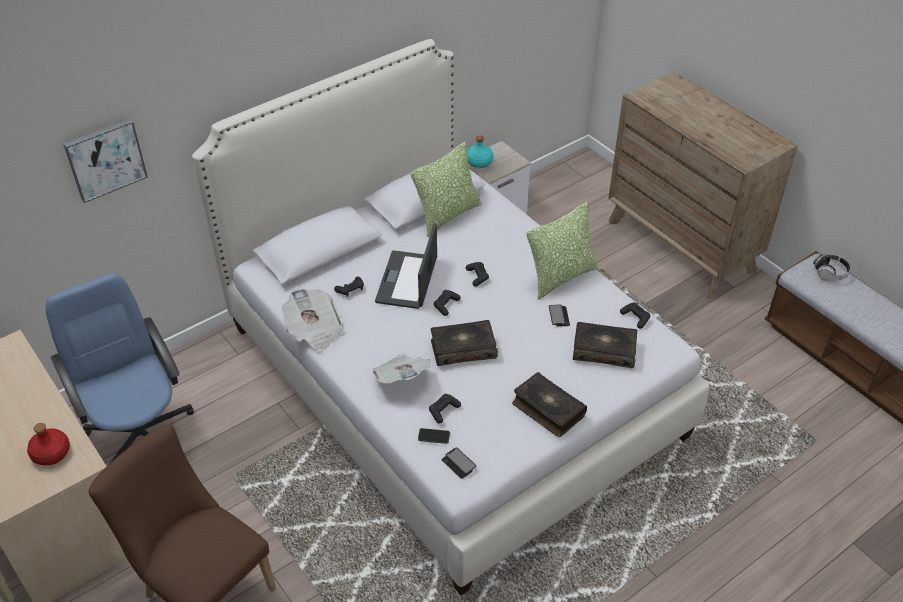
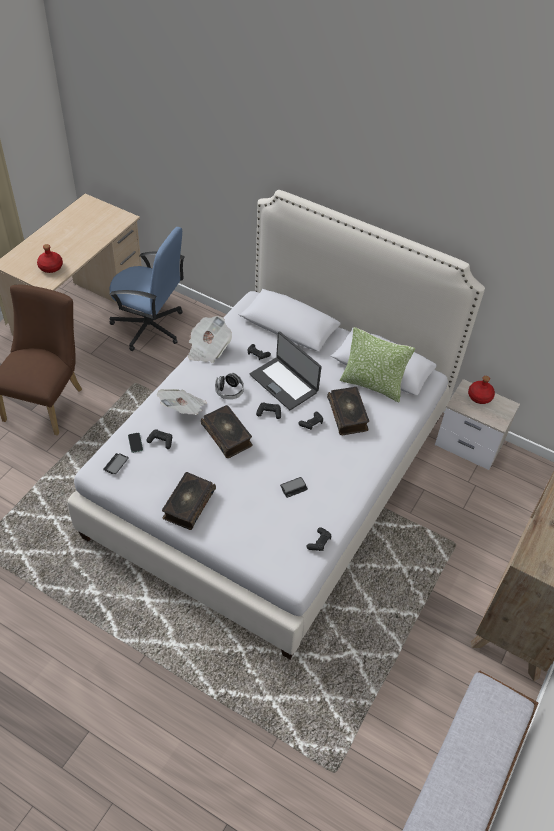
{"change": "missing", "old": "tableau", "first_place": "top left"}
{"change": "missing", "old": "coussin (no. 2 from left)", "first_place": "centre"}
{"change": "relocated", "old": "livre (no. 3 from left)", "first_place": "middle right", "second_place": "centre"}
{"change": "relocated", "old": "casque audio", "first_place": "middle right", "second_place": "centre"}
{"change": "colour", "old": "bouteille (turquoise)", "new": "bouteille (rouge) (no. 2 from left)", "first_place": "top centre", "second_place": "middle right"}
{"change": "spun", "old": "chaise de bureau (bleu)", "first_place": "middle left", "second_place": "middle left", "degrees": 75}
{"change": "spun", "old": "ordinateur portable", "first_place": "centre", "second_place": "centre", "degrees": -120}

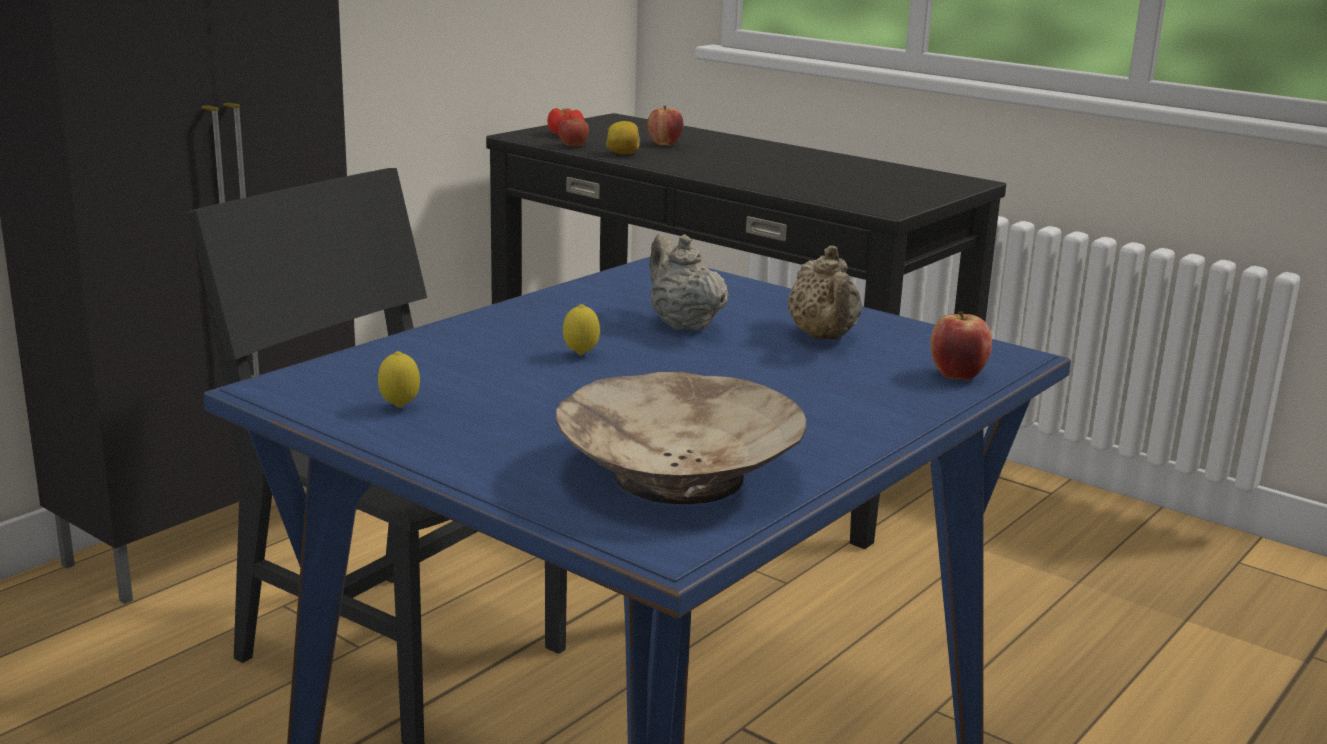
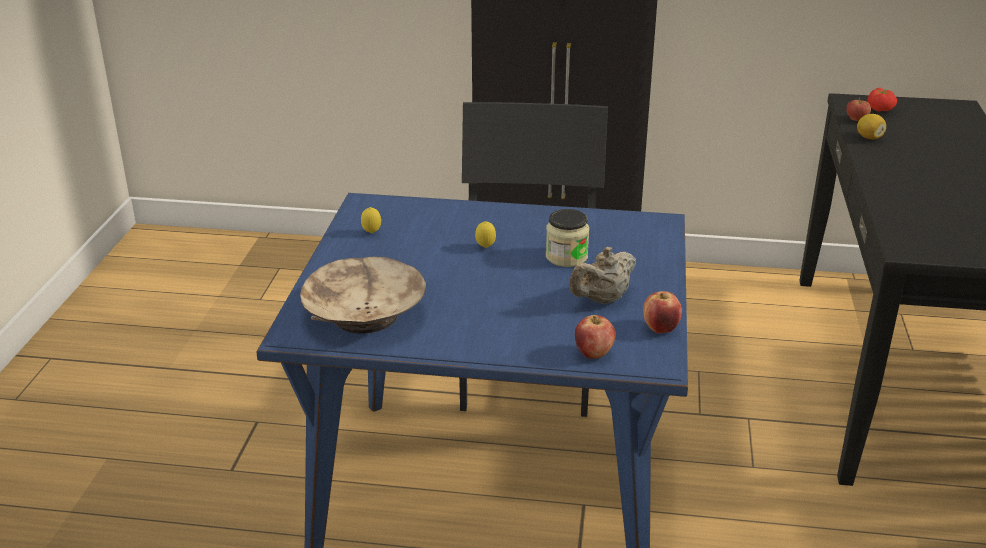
{"change": "relocated", "old": "pomme (no. 2 from left)", "first_place": "top centre", "second_place": "middle right"}
{"change": "exchanged", "old": "théière (beige) (no. 1 from left)", "new": "bocal", "first_place": "centre", "second_place": "centre"}

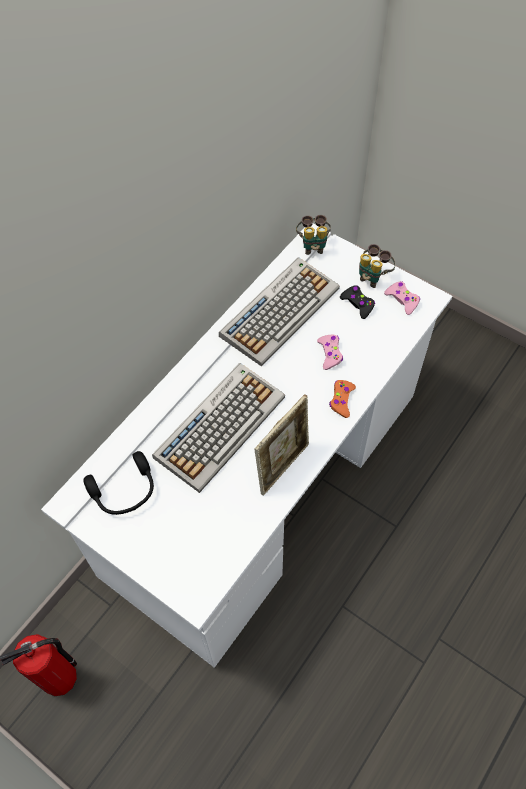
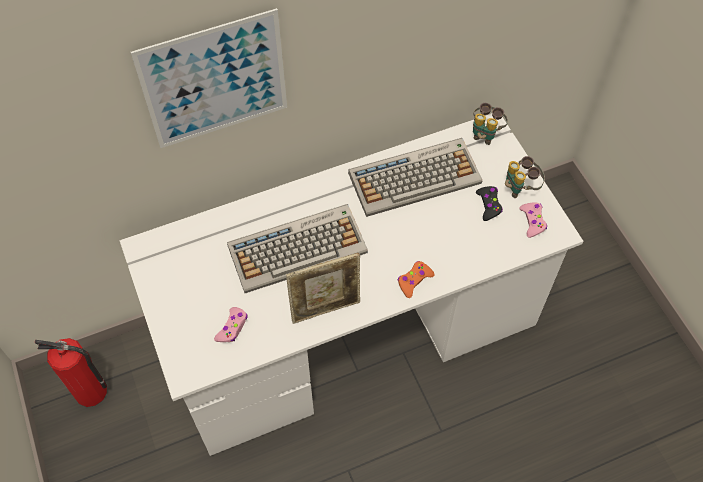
{"change": "missing", "old": "casque audio (noir)", "first_place": "middle left"}
{"change": "appeared", "new": "tableau", "second_place": "top left"}
{"change": "relocated", "old": "manette (rose) (no. 1 from left)", "first_place": "centre", "second_place": "bottom left"}

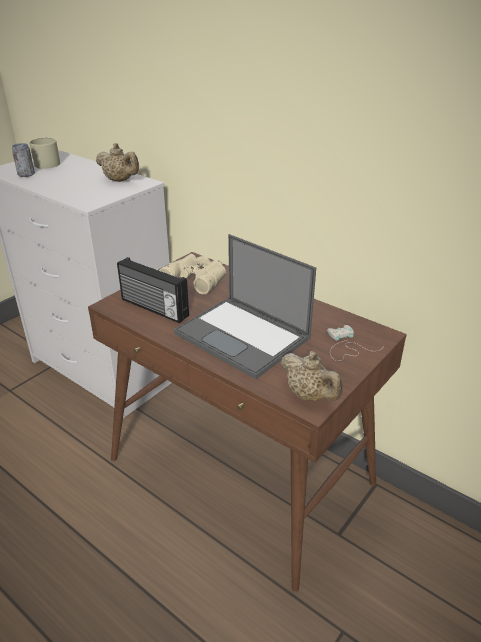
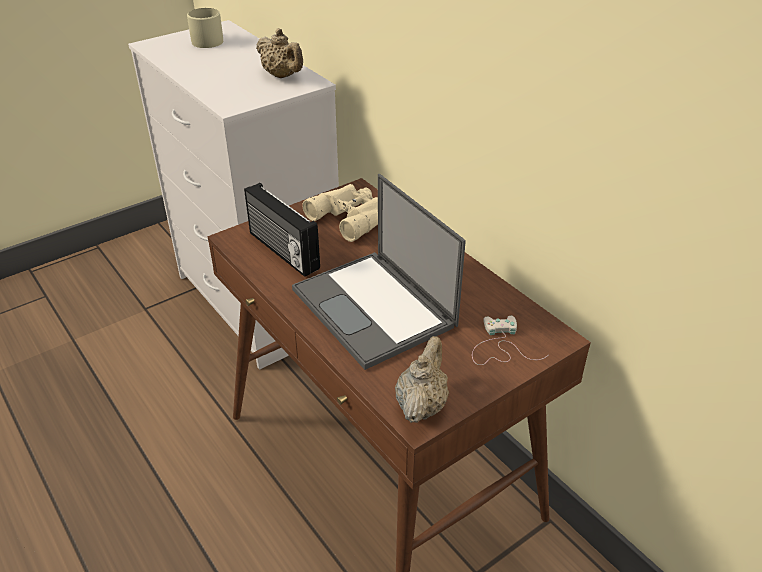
{"change": "missing", "old": "boîte métallique", "first_place": "top left"}
{"change": "spun", "old": "théière (beige) (no. 2 from left)", "first_place": "centre", "second_place": "centre", "degrees": -135}

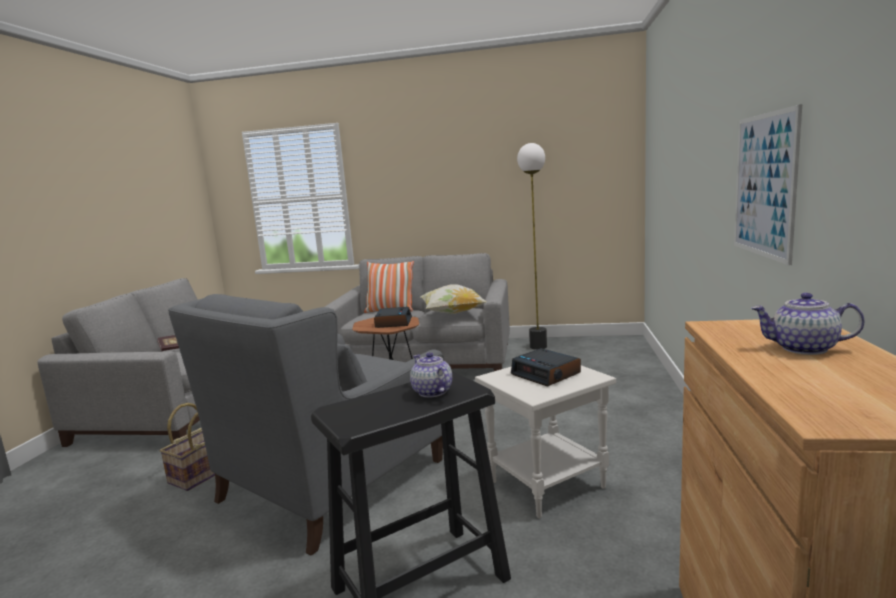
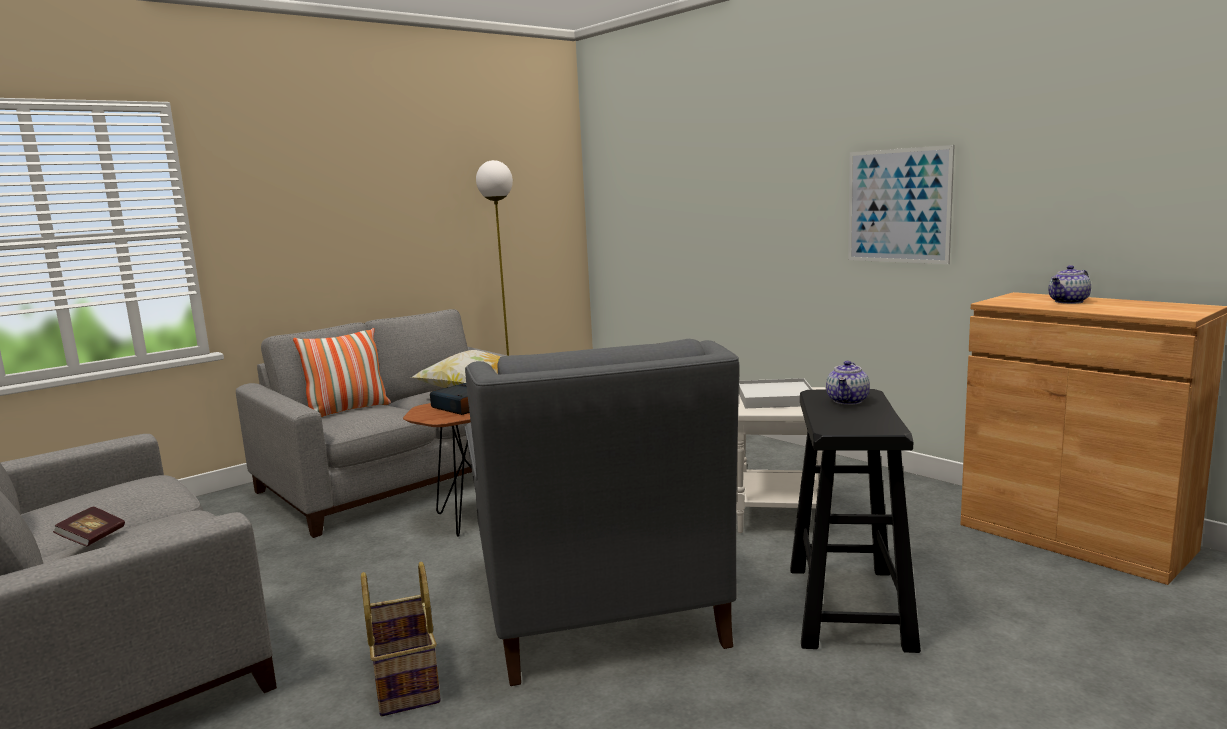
{"change": "exchanged", "old": "réveil (no. 2 from left)", "new": "plateau (blanc)", "first_place": "centre", "second_place": "centre"}
{"change": "spun", "old": "théière (no. 1 from left)", "first_place": "centre", "second_place": "middle right", "degrees": -75}

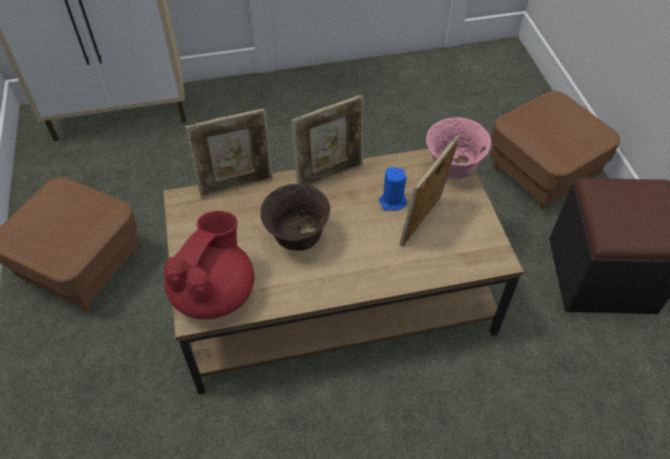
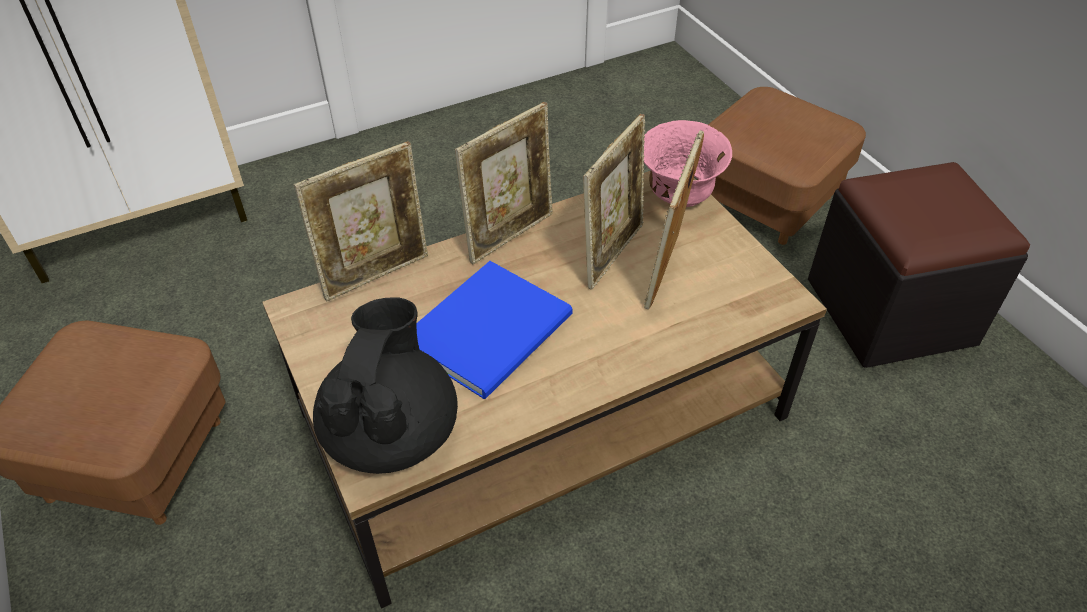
{"change": "exchanged", "old": "bol (marron)", "new": "livre (bleu)", "first_place": "centre", "second_place": "centre"}
{"change": "exchanged", "old": "bougie (bleu)", "new": "cadre photo (no. 3 from left)", "first_place": "centre", "second_place": "top centre"}
{"change": "colour", "old": "théière (rouge)", "new": "théière (noir)", "first_place": "middle left", "second_place": "centre"}

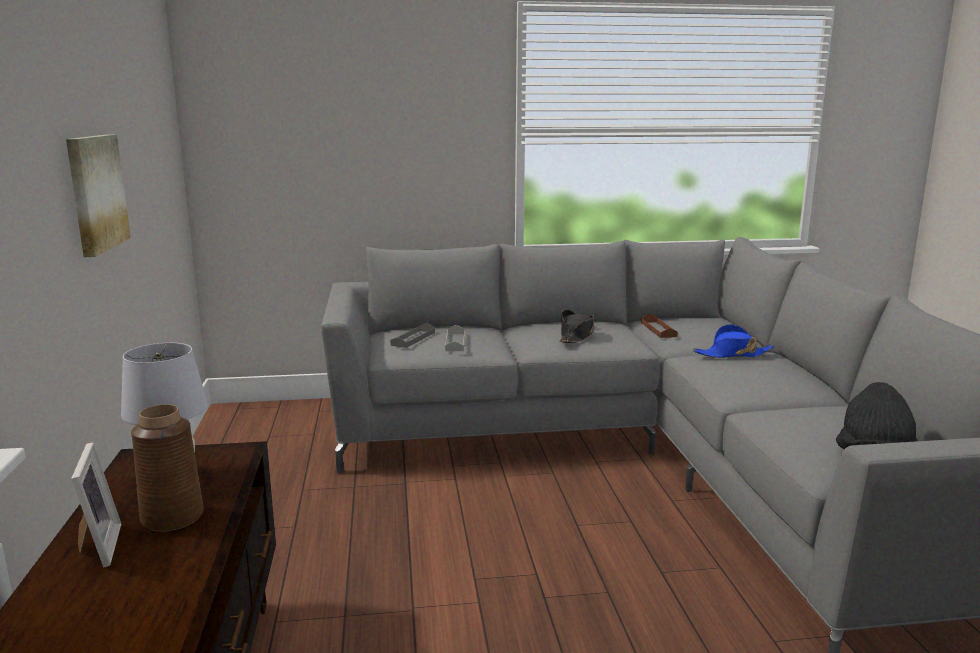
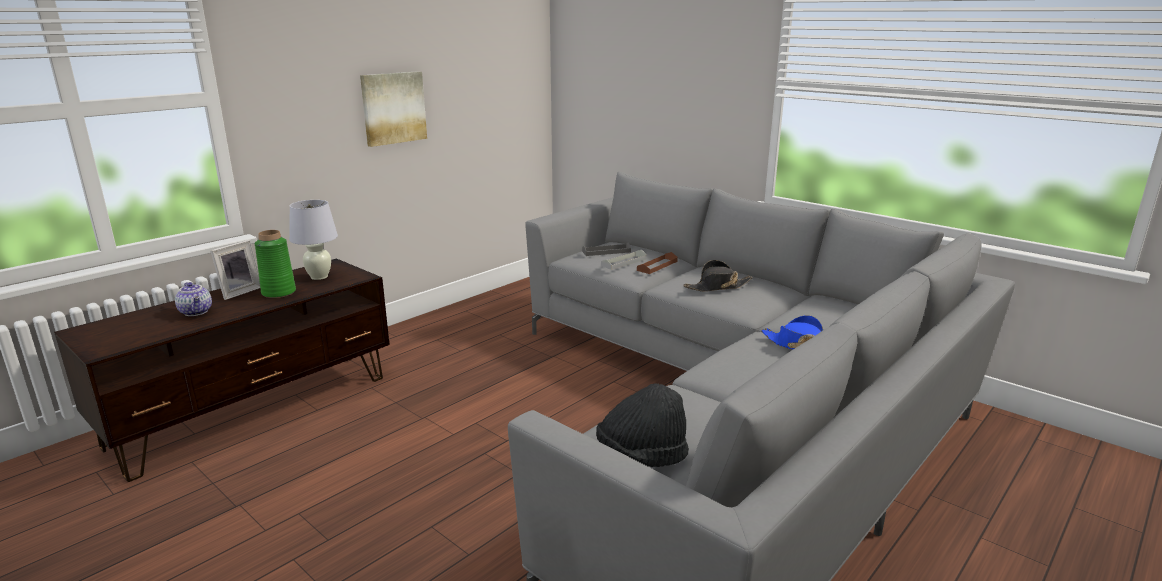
{"change": "appeared", "new": "théière", "second_place": "middle left"}
{"change": "relocated", "old": "plateau (marron)", "first_place": "middle right", "second_place": "centre"}
{"change": "colour", "old": "vase (marron)", "new": "vase (vert)", "first_place": "bottom left", "second_place": "middle left"}

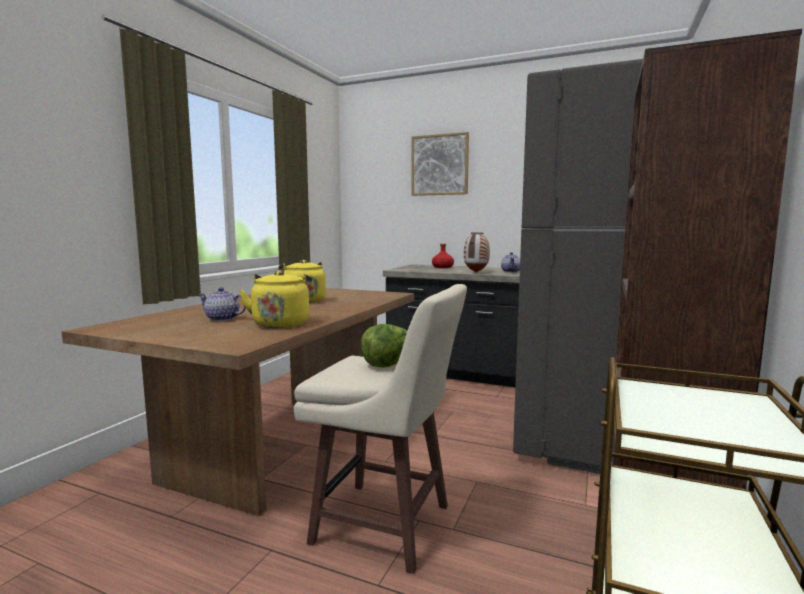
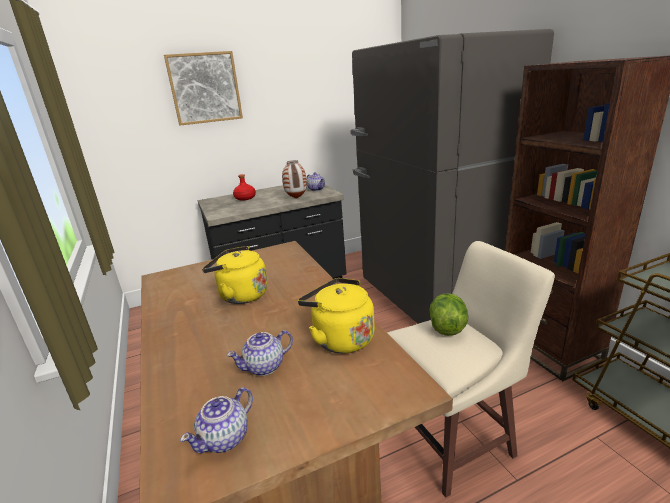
{"change": "appeared", "new": "théière (no. 1 from left)", "second_place": "bottom left"}

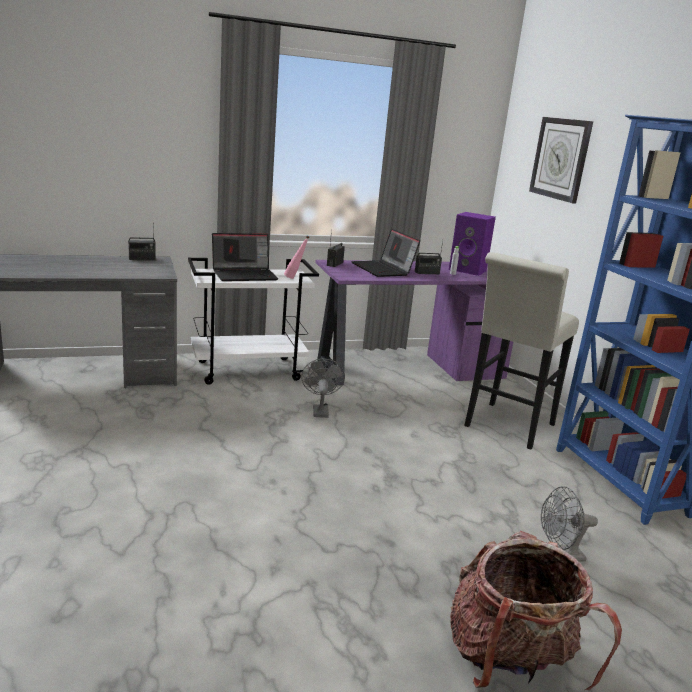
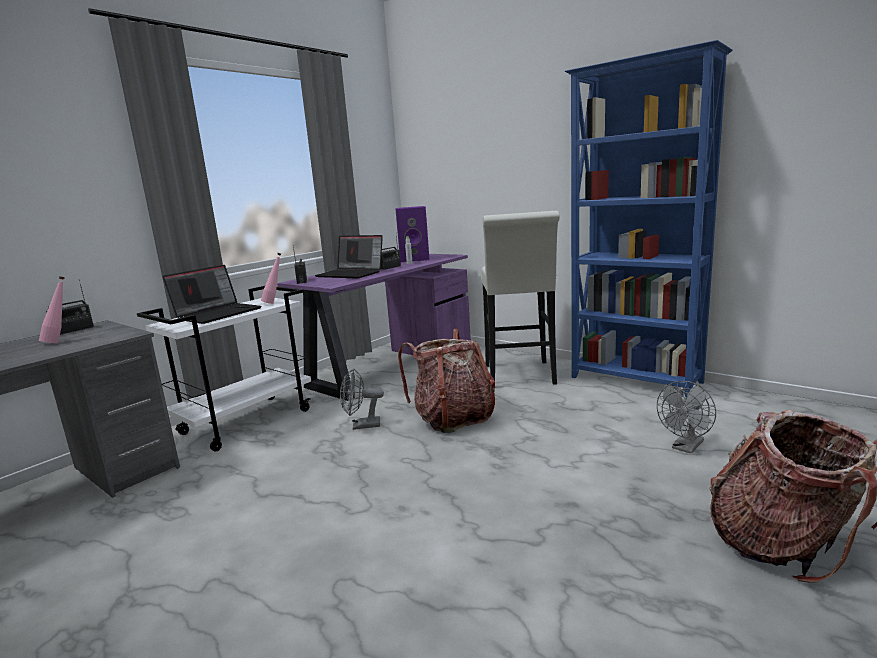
{"change": "missing", "old": "horloge murale", "first_place": "top right"}
{"change": "appeared", "new": "bouteille (rose) (no. 1 from left)", "second_place": "middle left"}
{"change": "appeared", "new": "sac à dos (no. 1 from left)", "second_place": "centre"}
{"change": "spun", "old": "ventilateur (gris) (no. 1 from left)", "first_place": "centre", "second_place": "centre", "degrees": -60}

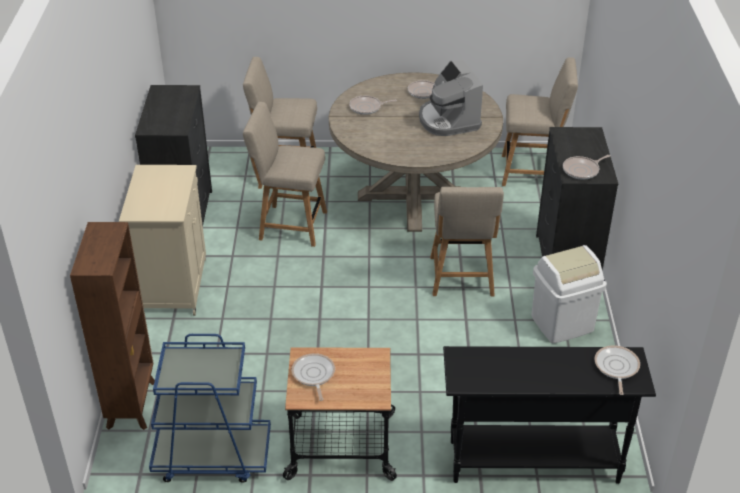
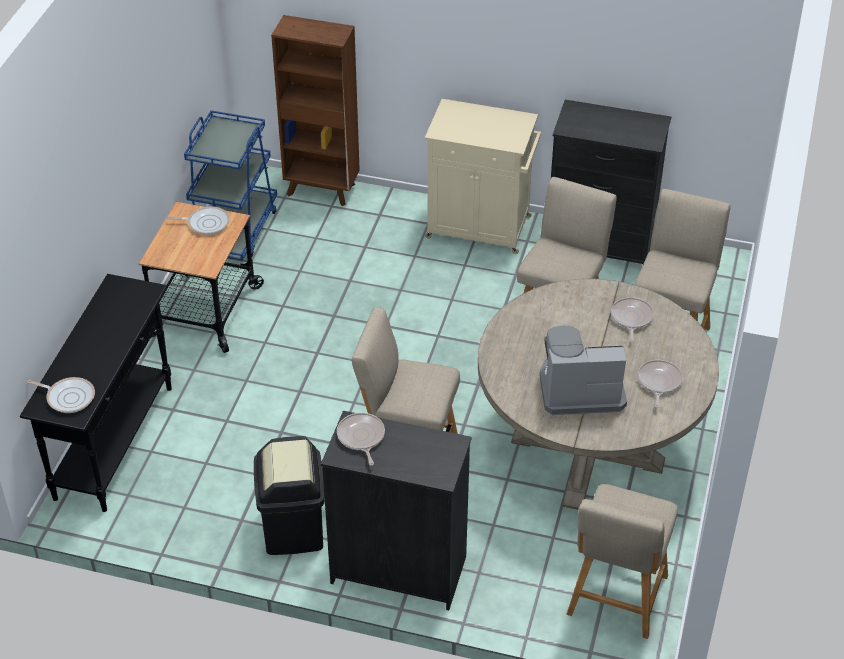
{"change": "colour", "old": "poubelle (blanc)", "new": "poubelle (noir)", "first_place": "middle right", "second_place": "bottom centre"}

